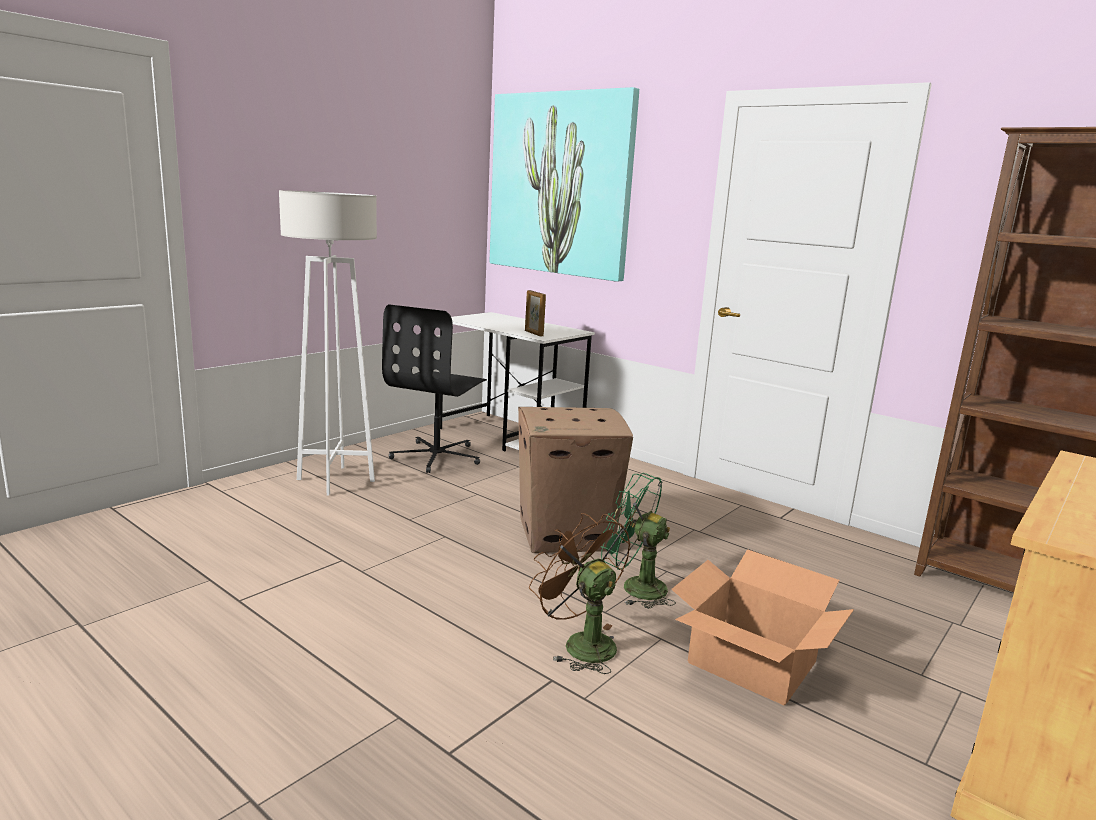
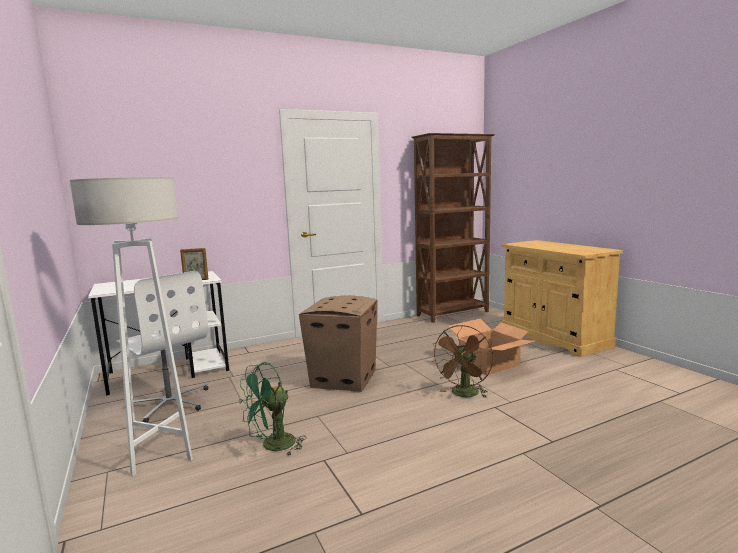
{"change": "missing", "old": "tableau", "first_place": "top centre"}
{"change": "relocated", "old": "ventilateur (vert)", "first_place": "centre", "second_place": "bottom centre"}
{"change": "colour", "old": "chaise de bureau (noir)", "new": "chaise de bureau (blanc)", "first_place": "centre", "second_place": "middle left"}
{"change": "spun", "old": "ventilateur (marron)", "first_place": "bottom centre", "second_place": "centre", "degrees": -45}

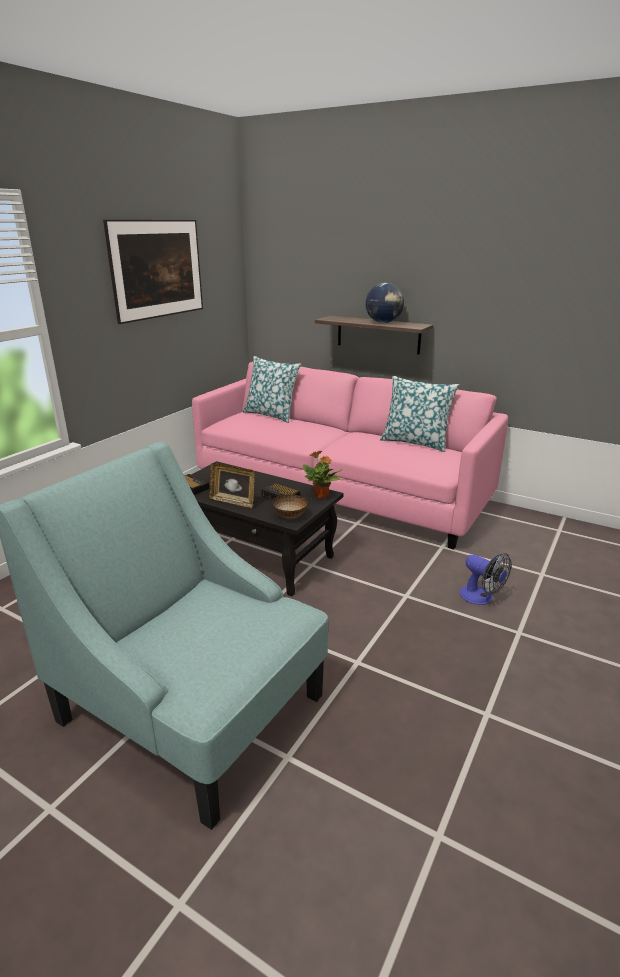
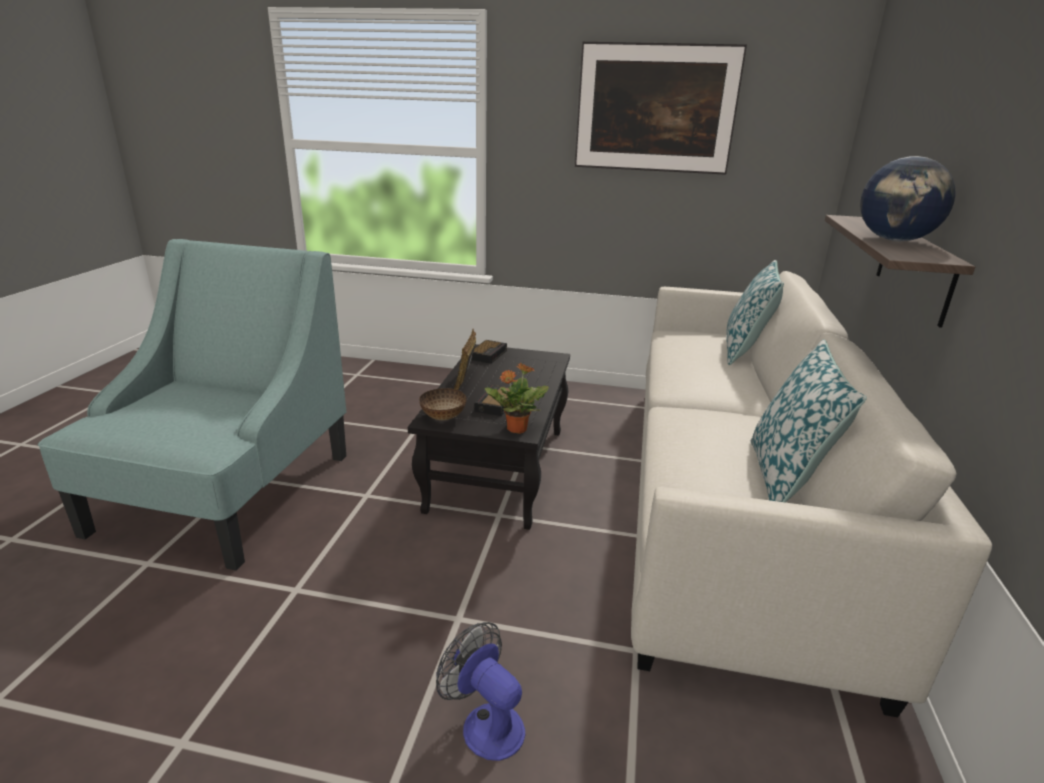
{"change": "colour", "old": "canapé (rose)", "new": "canapé (blanc)", "first_place": "centre", "second_place": "middle right"}
{"change": "spun", "old": "ventilateur", "first_place": "middle right", "second_place": "bottom centre", "degrees": 105}

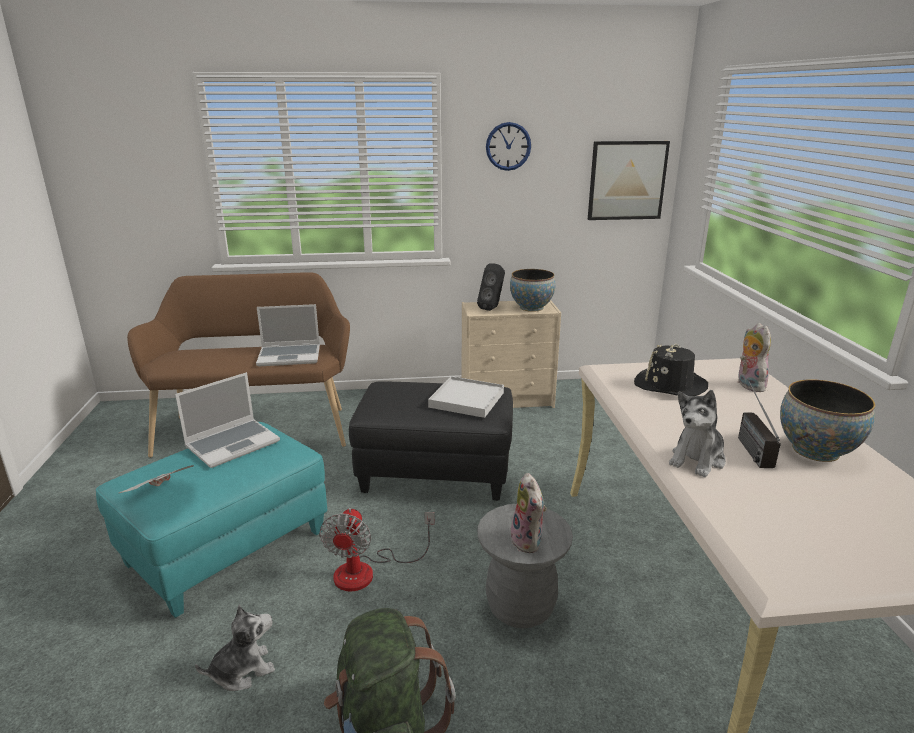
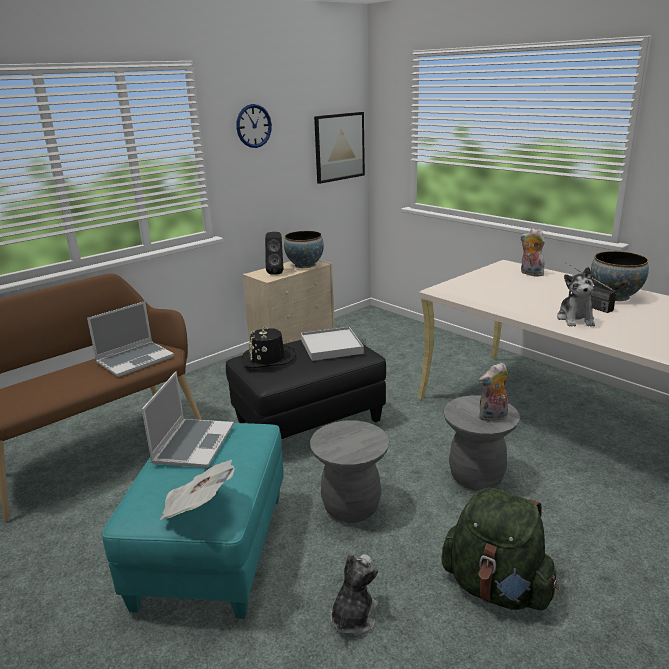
{"change": "relocated", "old": "chapeau (noir)", "first_place": "middle right", "second_place": "centre"}
{"change": "exchanged", "old": "ventilateur", "new": "tabouret (gris) (no. 1 from left)", "first_place": "bottom centre", "second_place": "bottom centre"}
{"change": "spun", "old": "peluche (no. 2 from left)", "first_place": "bottom centre", "second_place": "middle right", "degrees": 120}

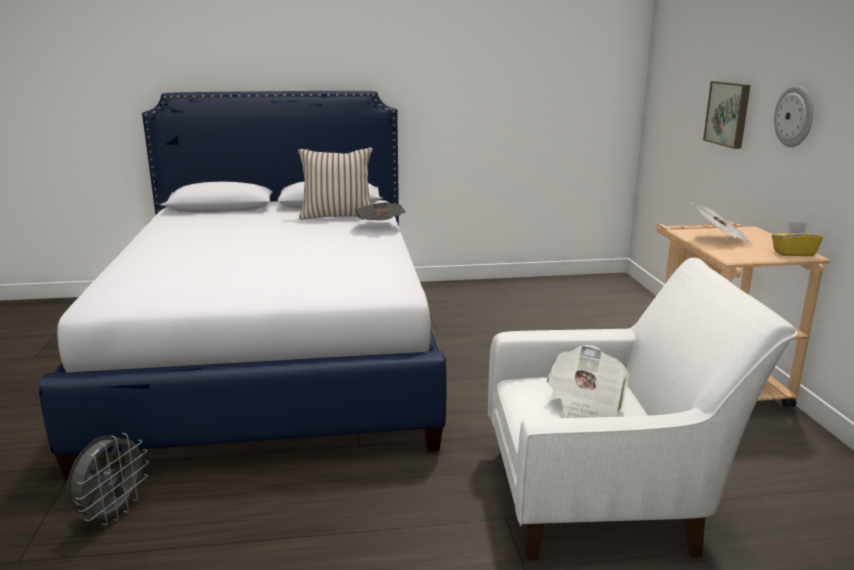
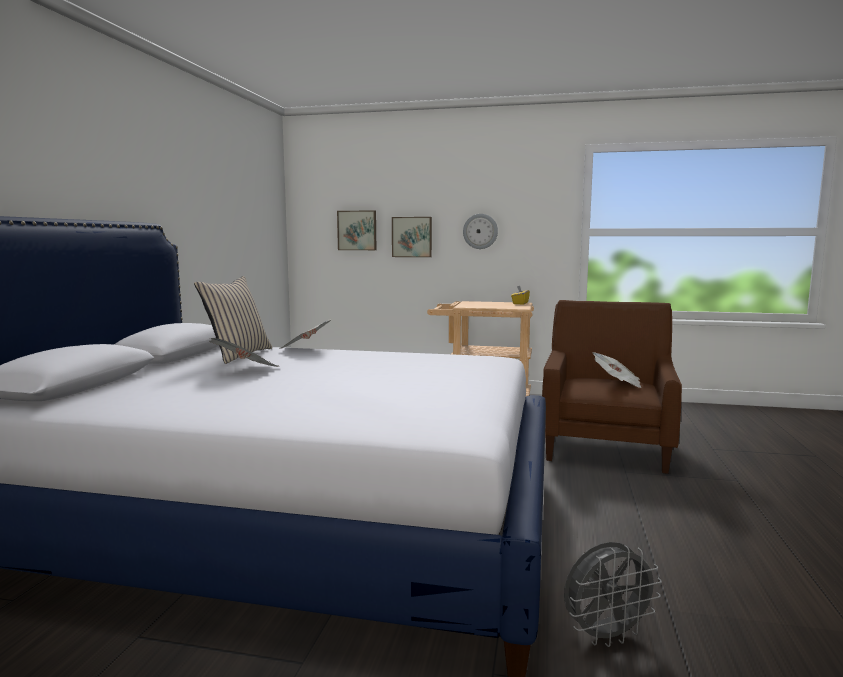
{"change": "appeared", "new": "tableau (no. 1 from left)", "second_place": "centre"}
{"change": "relocated", "old": "journal (no. 3 from left in the first image)", "new": "journal (no. 1 from left)", "first_place": "middle right", "second_place": "middle left"}
{"change": "colour", "old": "fauteuil (blanc)", "new": "fauteuil (marron)", "first_place": "bottom right", "second_place": "middle right"}
{"change": "spun", "old": "ventilateur (gris)", "first_place": "bottom left", "second_place": "bottom right", "degrees": 120}

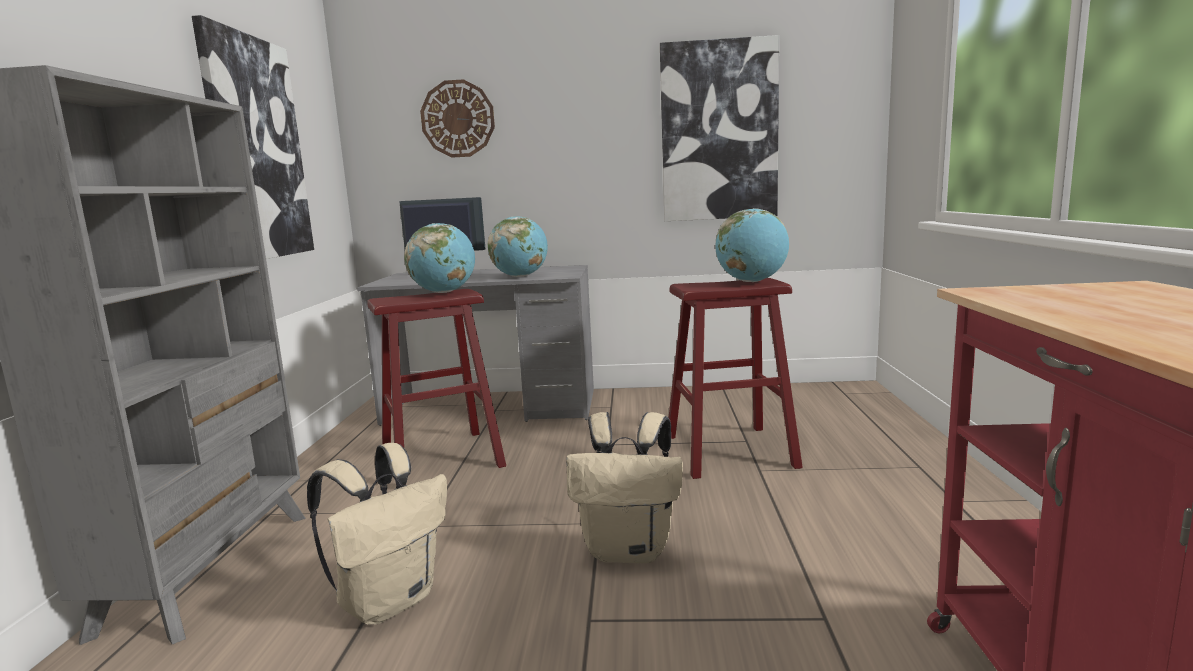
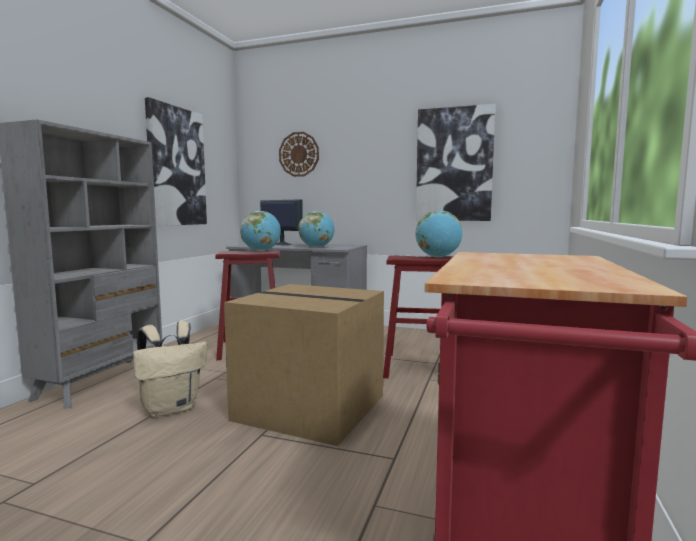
{"change": "exchanged", "old": "sac à dos (beige) (no. 2 from left)", "new": "carton", "first_place": "bottom centre", "second_place": "bottom centre"}

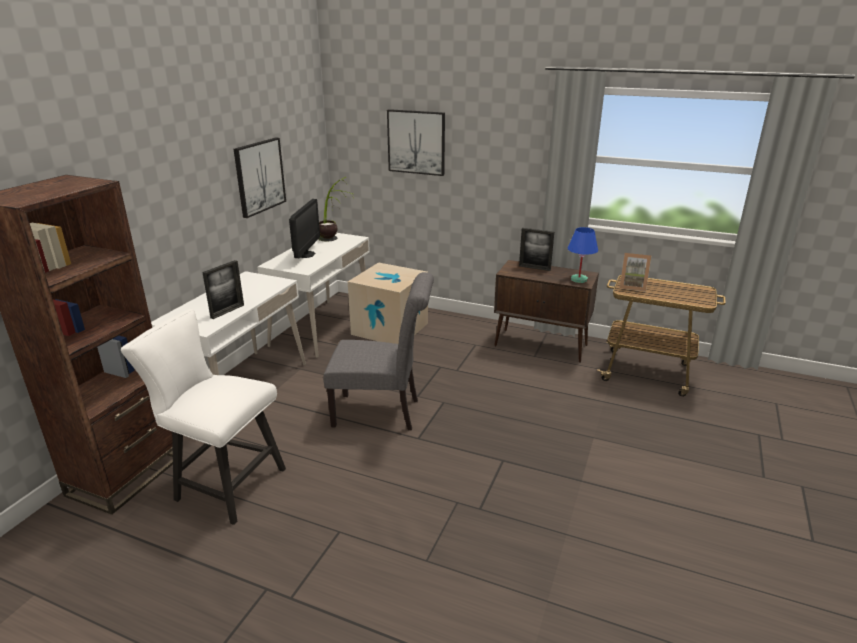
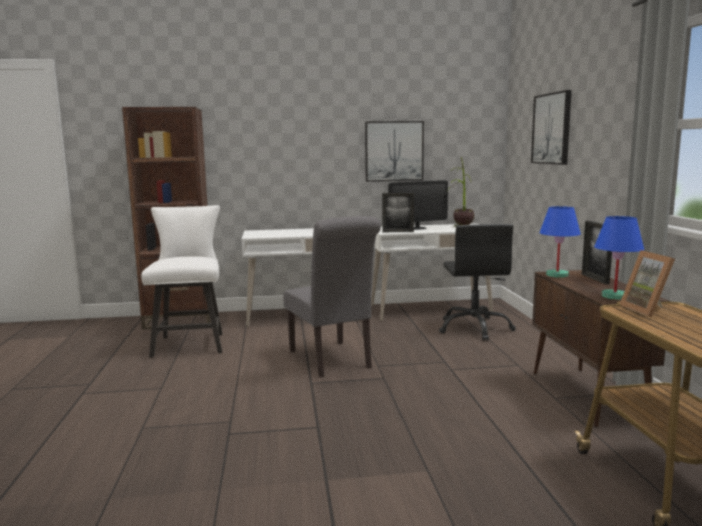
{"change": "appeared", "new": "lampe de table (bleu) (no. 1 from left)", "second_place": "middle right"}
{"change": "relocated", "old": "cadre photo (no. 1 from left)", "first_place": "middle left", "second_place": "centre"}
{"change": "exchanged", "old": "carton", "new": "chaise de bureau (noir)", "first_place": "centre", "second_place": "middle right"}

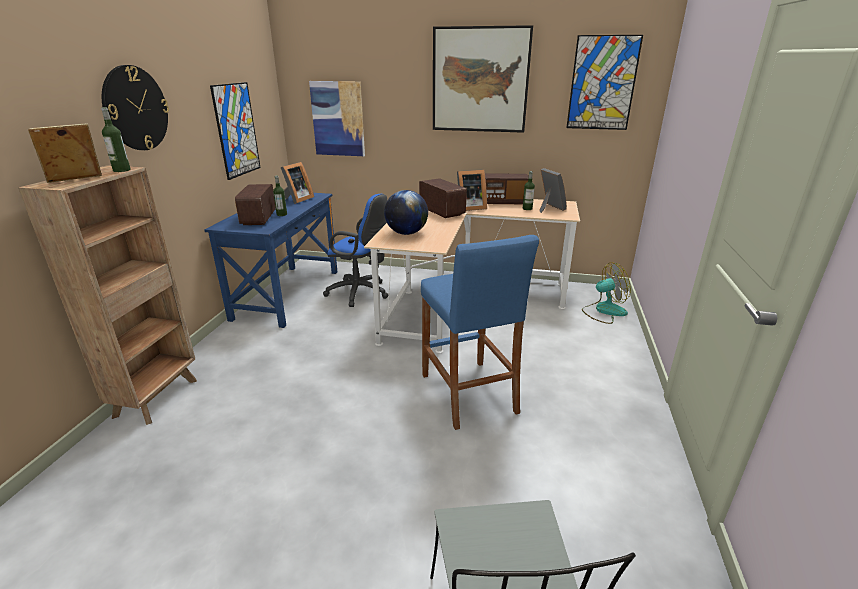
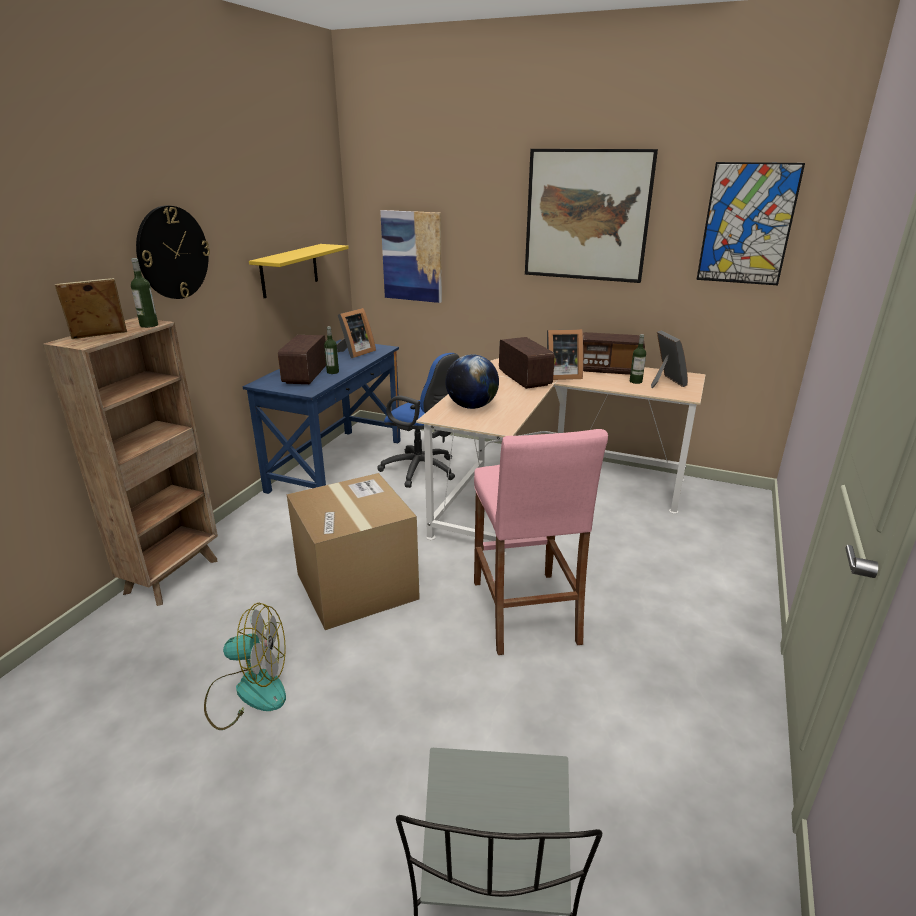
{"change": "appeared", "new": "carton", "second_place": "centre"}
{"change": "relocated", "old": "ventilateur", "first_place": "middle right", "second_place": "bottom left"}
{"change": "exchanged", "old": "tableau (no. 1 from left)", "new": "étagère (jaune)", "first_place": "top left", "second_place": "top left"}
{"change": "colour", "old": "tabouret (bleu)", "new": "tabouret (rose)", "first_place": "centre", "second_place": "centre"}

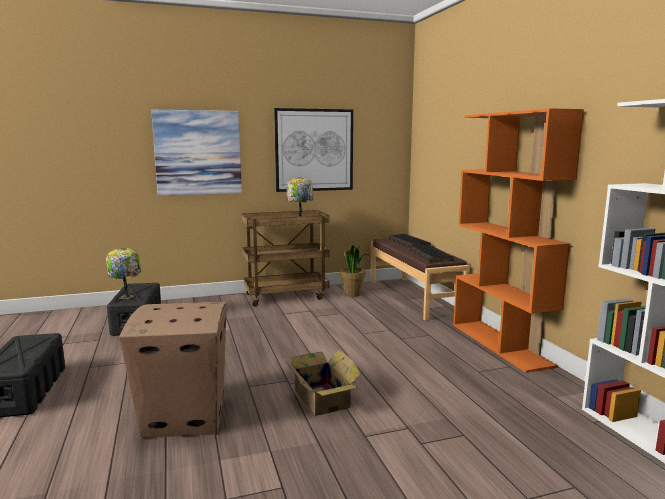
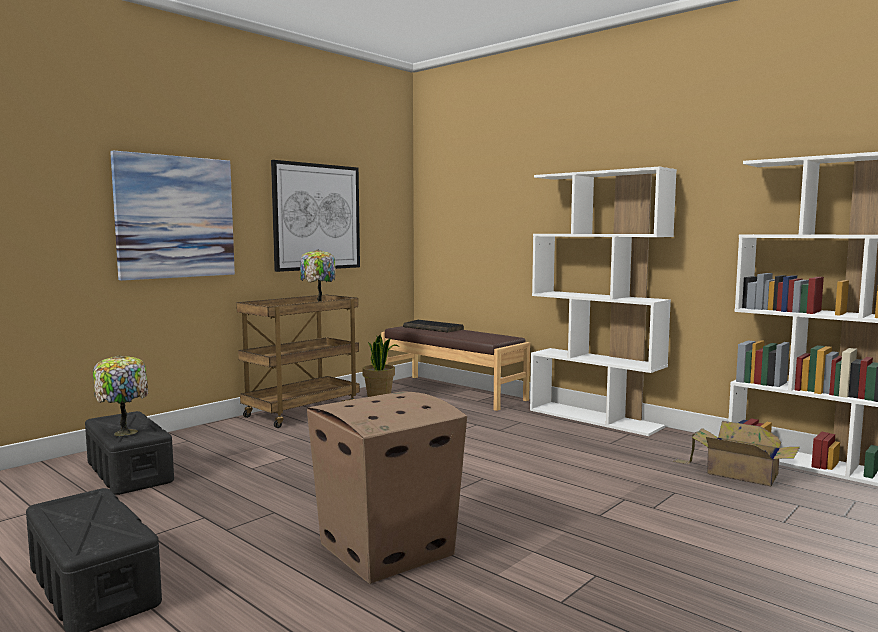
{"change": "missing", "old": "clavier (no. 2 from left)", "first_place": "centre"}
{"change": "relocated", "old": "carton (no. 2 from left)", "first_place": "bottom centre", "second_place": "bottom right"}
{"change": "colour", "old": "bibliothèque (orange)", "new": "bibliothèque (blanc) (no. 1 from left)", "first_place": "middle right", "second_place": "middle right"}

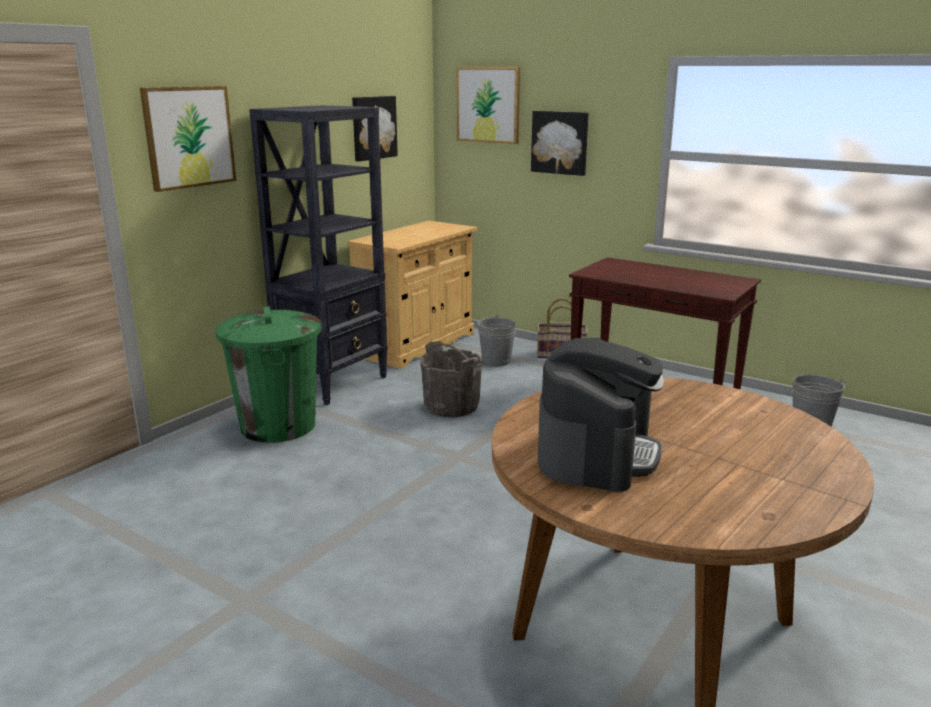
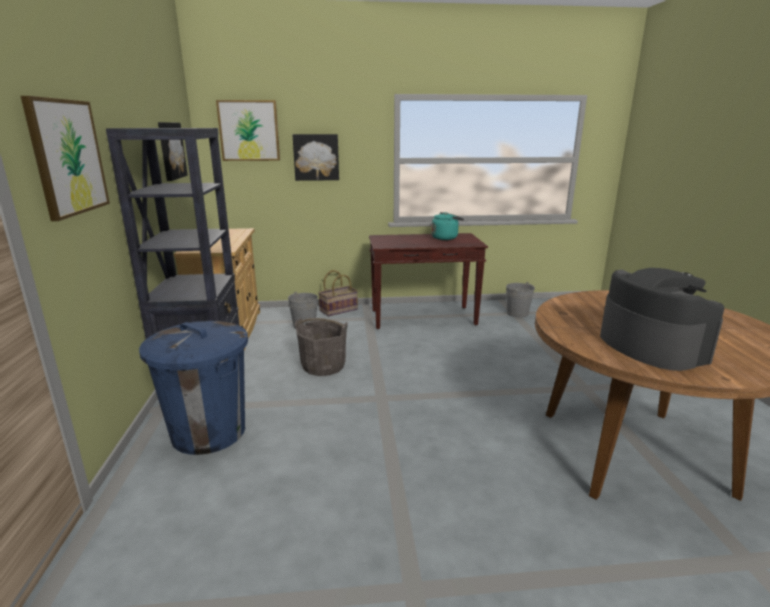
{"change": "appeared", "new": "bouilloire (turquoise)", "second_place": "centre"}
{"change": "colour", "old": "poubelle (vert)", "new": "poubelle (bleu)", "first_place": "middle left", "second_place": "middle left"}

